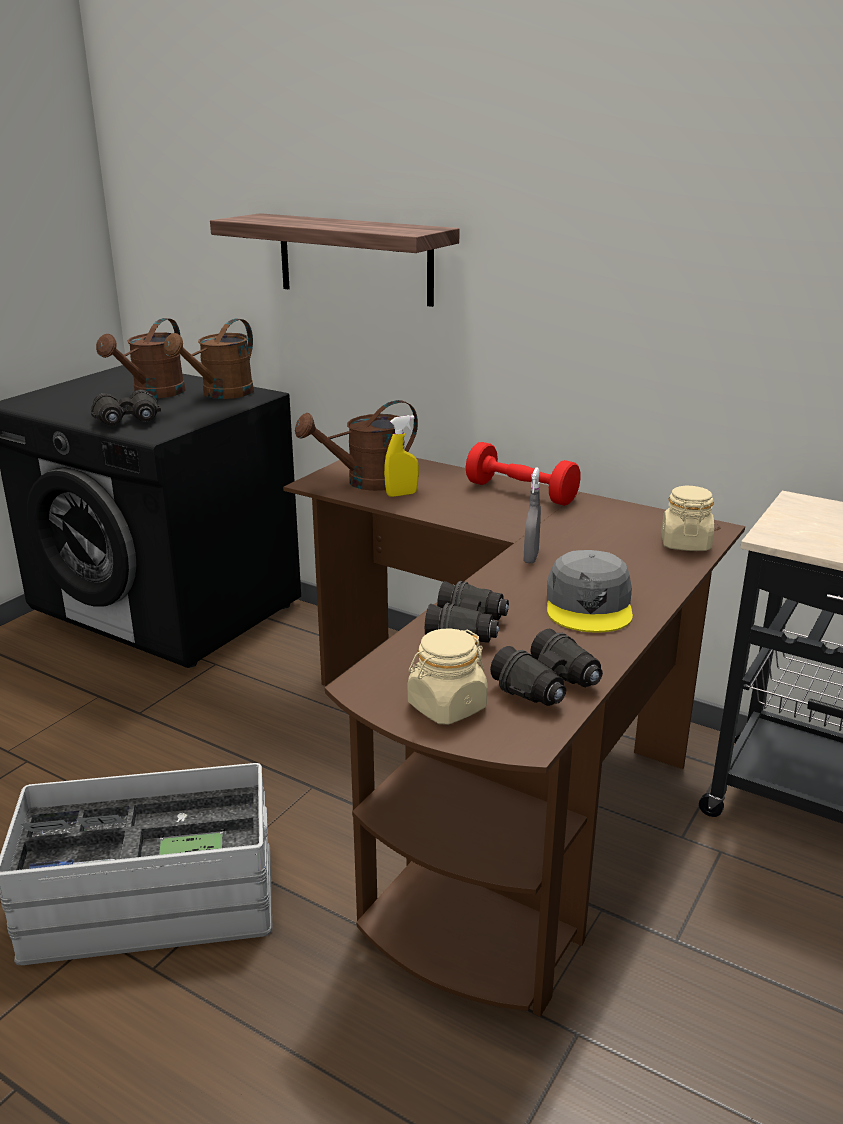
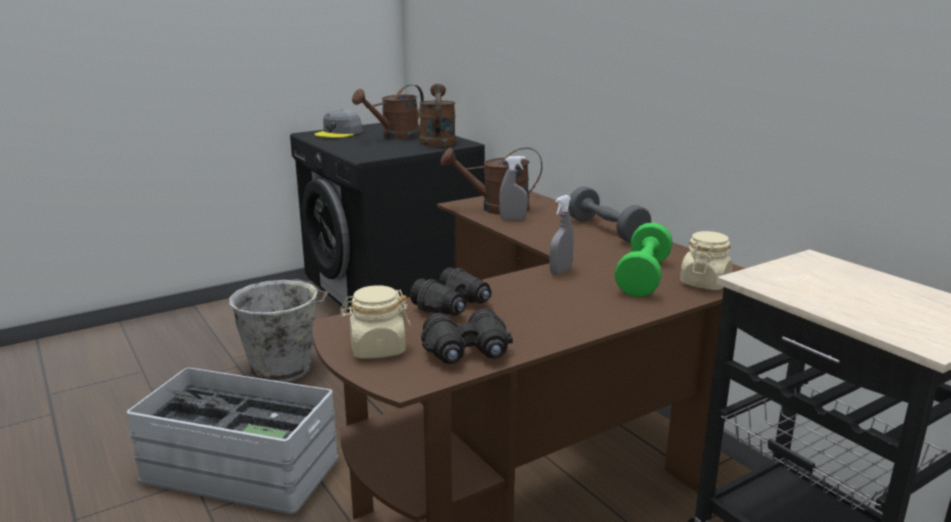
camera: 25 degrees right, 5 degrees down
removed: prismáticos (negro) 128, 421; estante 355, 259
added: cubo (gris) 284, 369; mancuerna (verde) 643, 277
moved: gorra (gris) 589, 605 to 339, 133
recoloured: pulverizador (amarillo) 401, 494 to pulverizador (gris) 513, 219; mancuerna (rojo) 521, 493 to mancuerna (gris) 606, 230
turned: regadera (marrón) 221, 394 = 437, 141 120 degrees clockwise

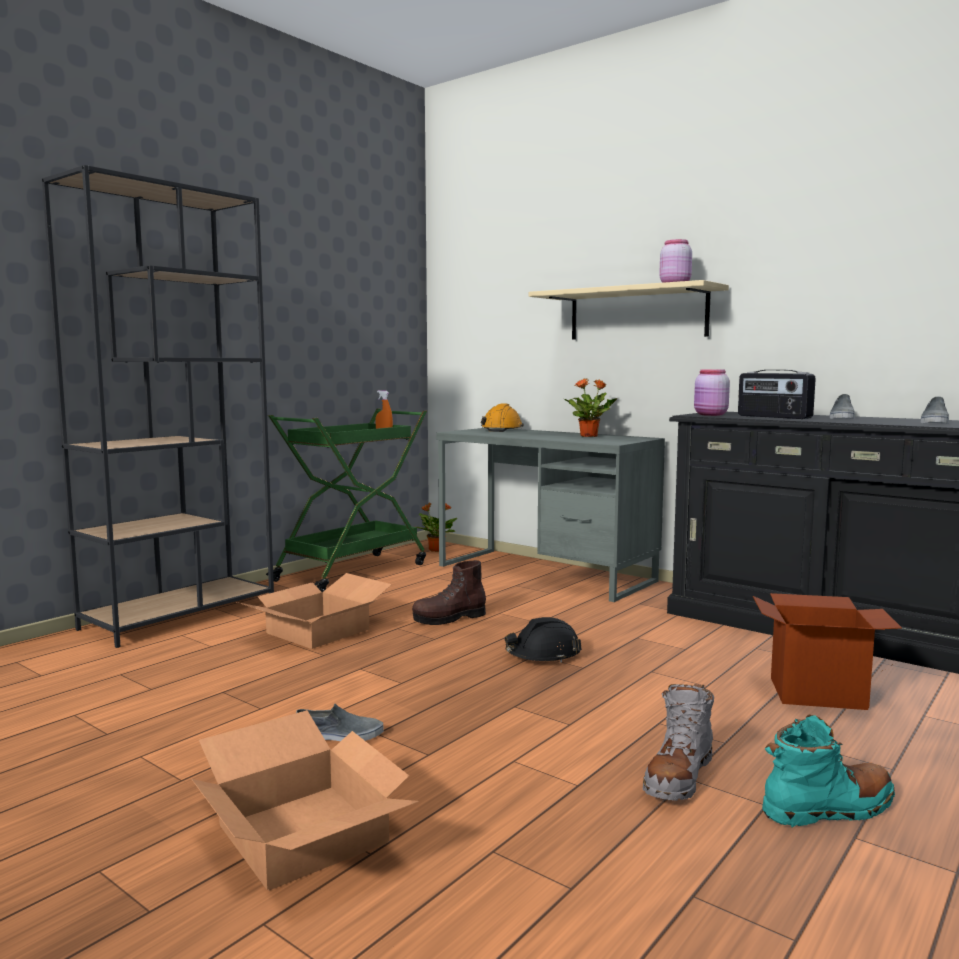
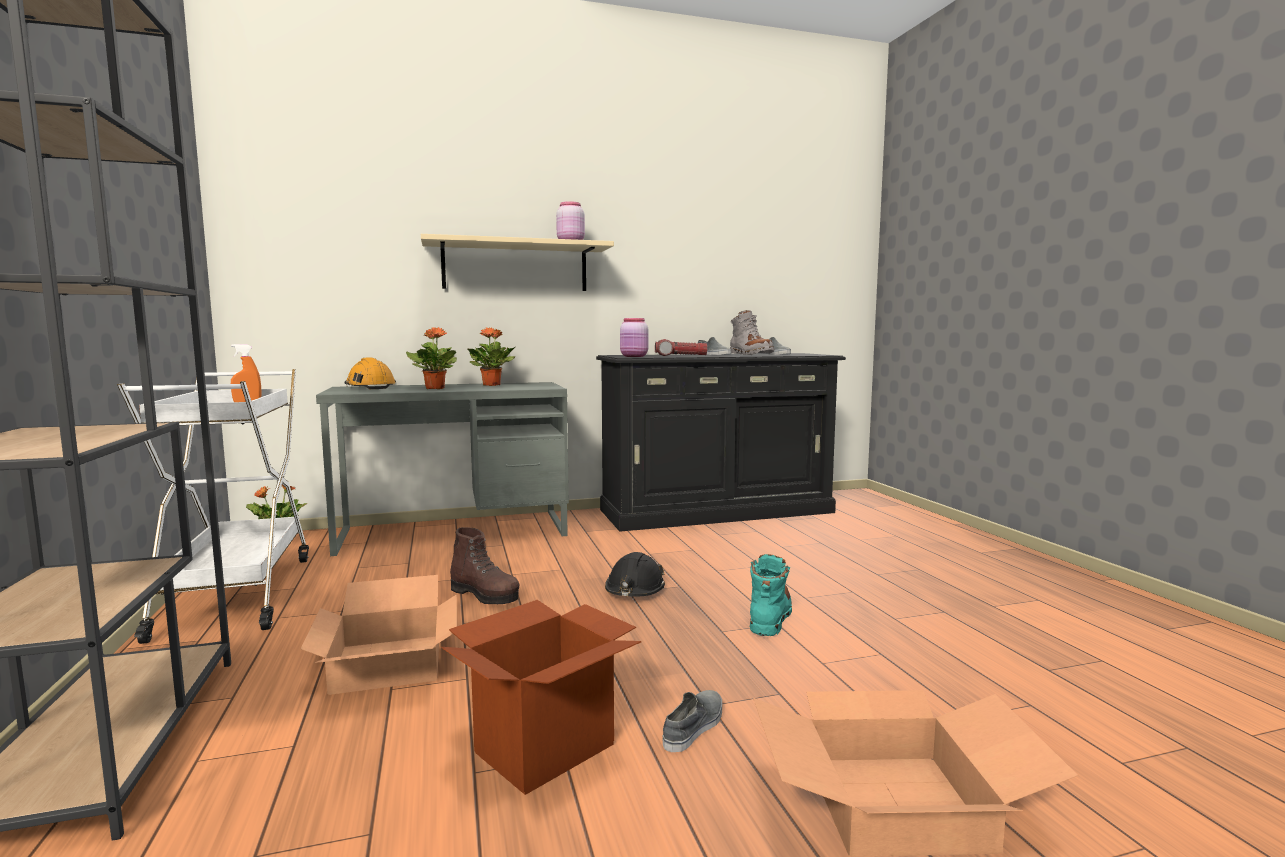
camera: 55 degrees left, 0 degrees up
added: planta en maceta 435, 388
moved: bota (gris) 678, 777 to 750, 354; caja de cartón 818, 693 to 545, 748; bota (turquesa) 829, 808 to 770, 616
replaced: radio 773, 417 to linterna 680, 356
recoloured: carrito (verde) 352, 572 to carrito (blanco) 239, 594
turned: bota (marrón) 449, 618 = 485, 595 60 degrees counterclockwise

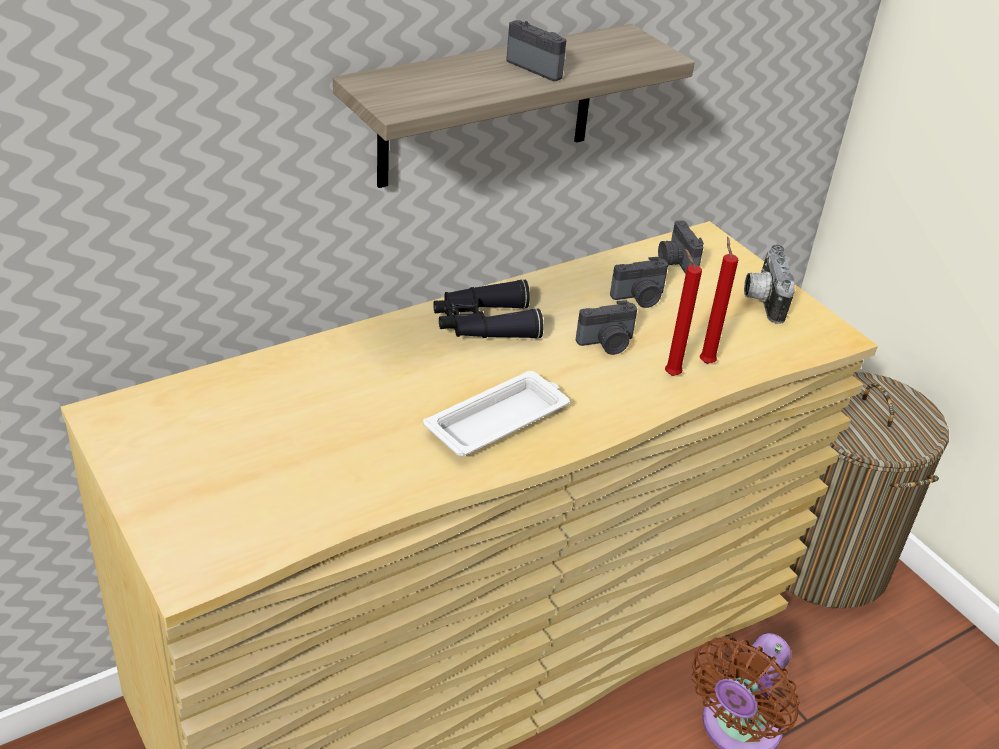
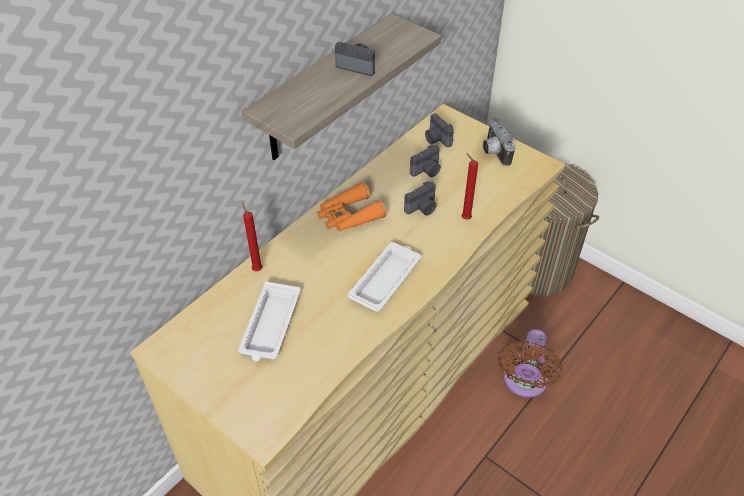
camera: 15 degrees left, 10 degrees up
added: bandeja (blanco) 270, 325
moved: vela (rojo) 705, 361 to 256, 269
recoloured: prismáticos (negro) 484, 324 to prismáticos (naranja) 348, 216

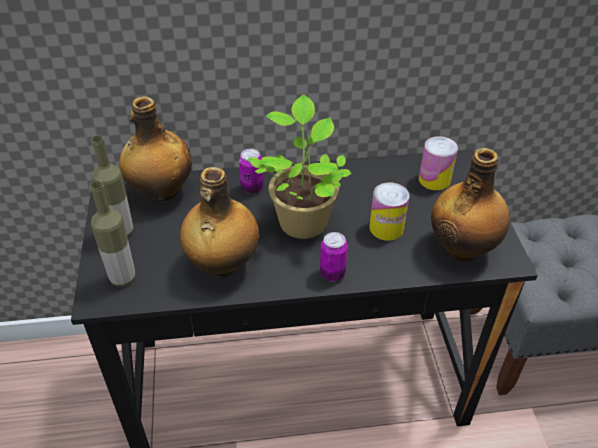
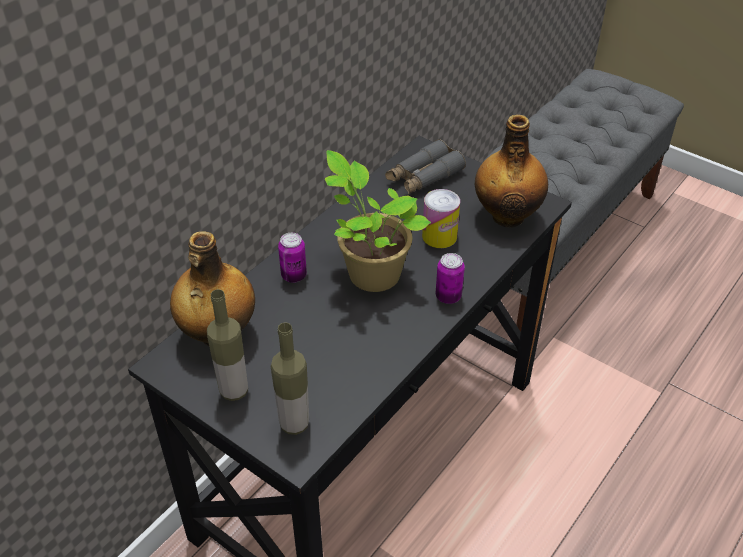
camera: 45 degrees left, 0 degrees up
removed: botella 222, 265
replaced: lata 434, 180 to prismáticos (gris) 424, 176

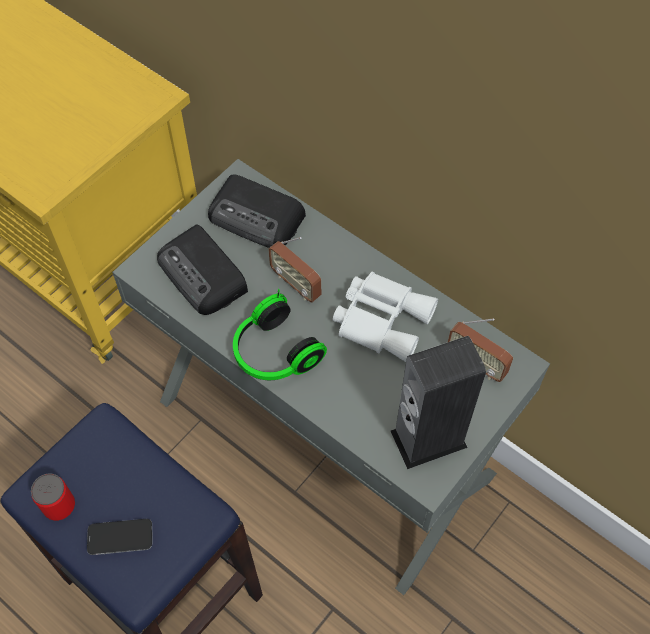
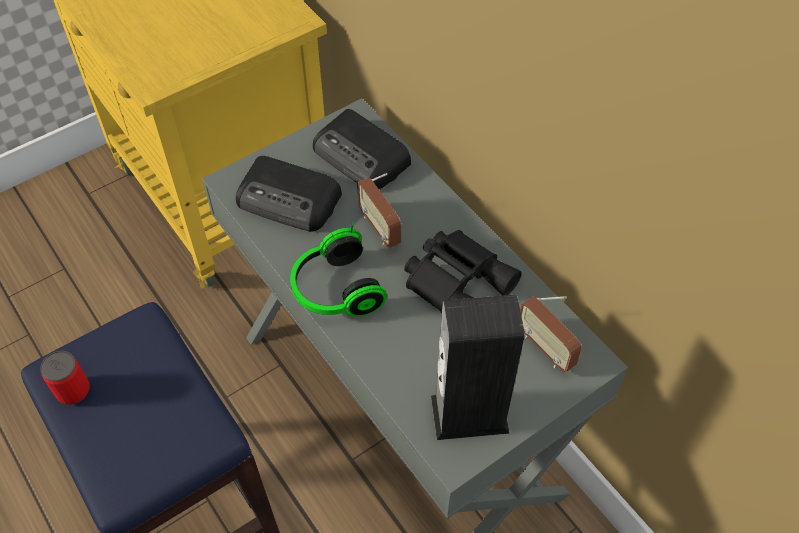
camera: 15 degrees right, 5 degrees down
removed: móvil 120, 537
recoloured: prismáticos (blanco) 382, 318 to prismáticos (negro) 458, 281
turned: radio 203, 275 = 290, 200 45 degrees counterclockwise

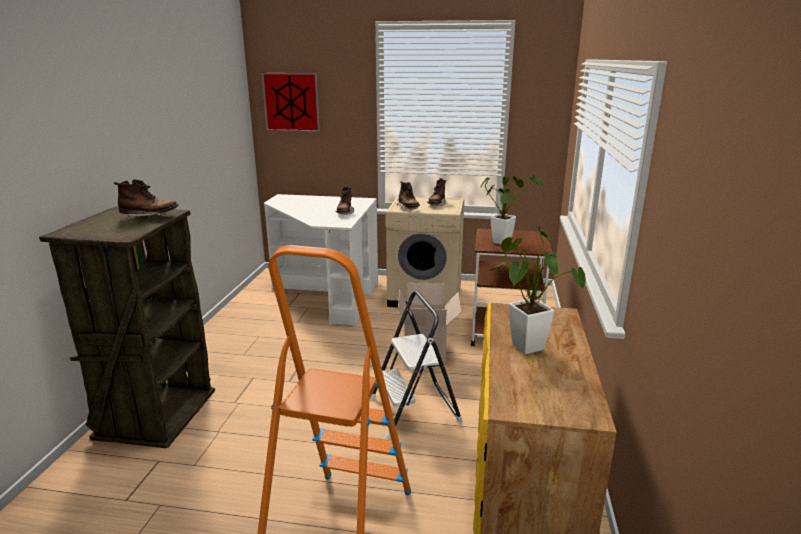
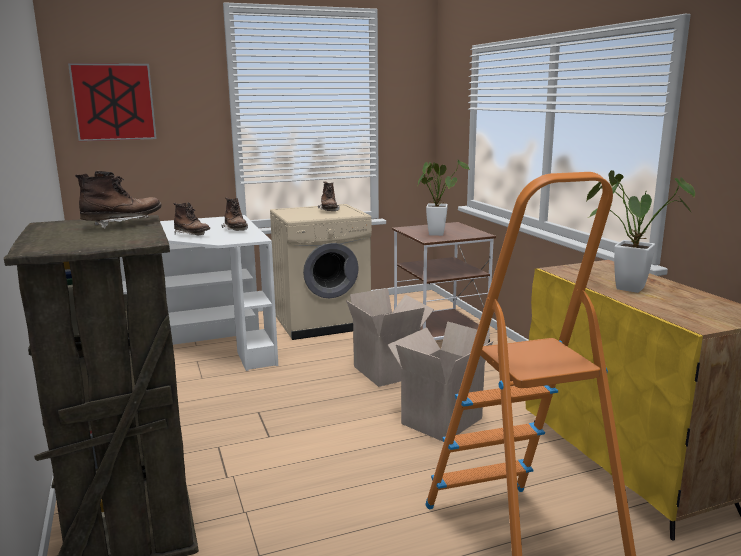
camera: 30 degrees left, 5 degrees down
moved: bota (marrón) 408, 208 to 192, 235
replaced: escalera de tijera (blanco) 418, 409 to caja de cartón 440, 419

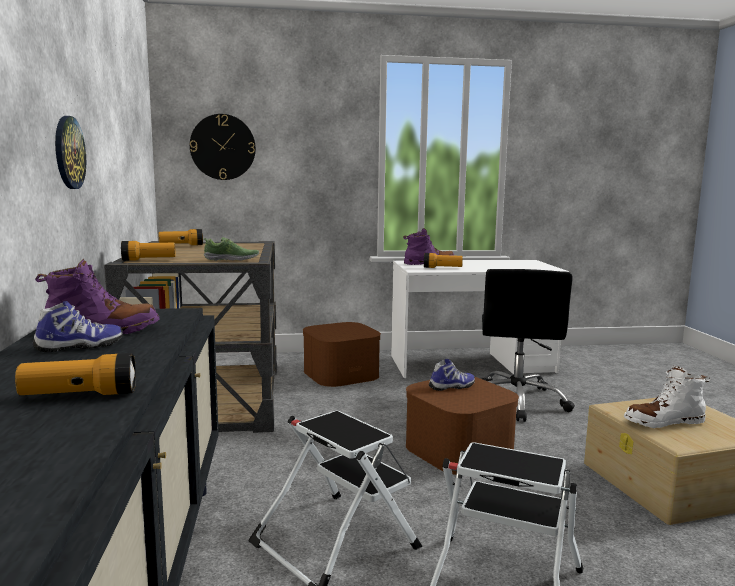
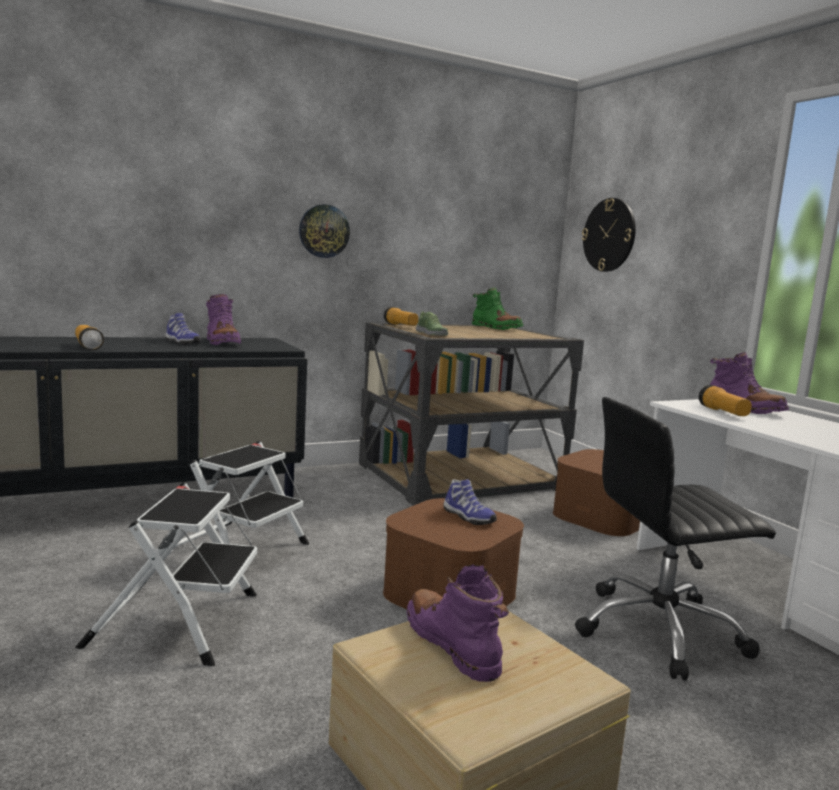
camera: 70 degrees right, 0 degrees up
replaced: linterna 181, 245 to bota (verde) 496, 328
recoloured: bota (blanco) 663, 422 to bota (morado) 452, 645

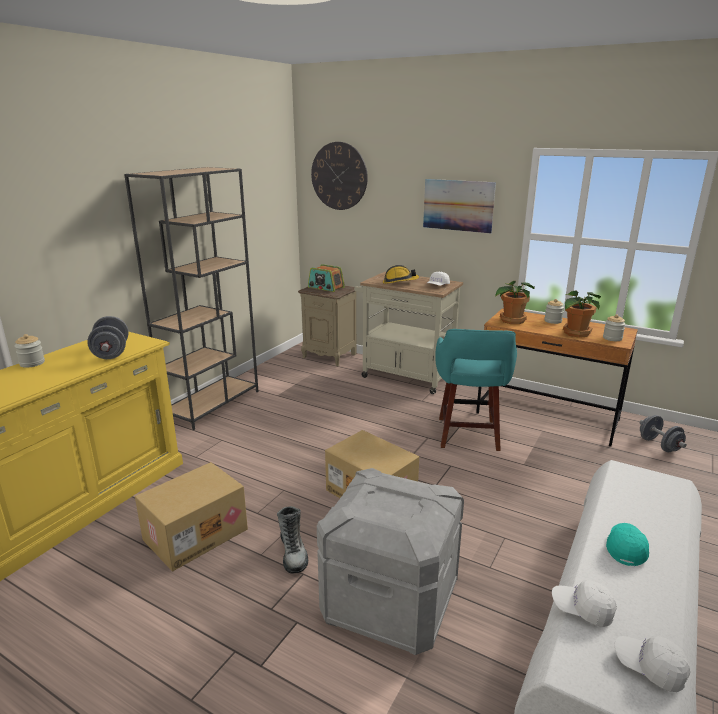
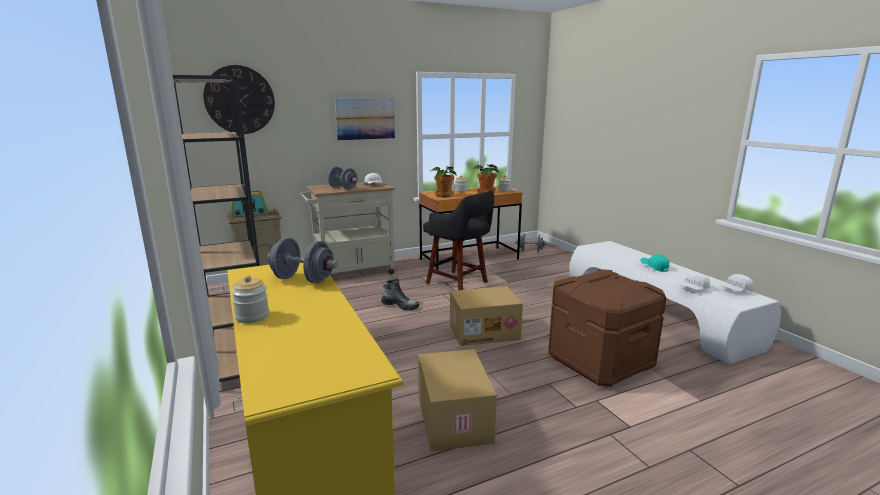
camera: 55 degrees left, 5 degrees down
moved: bota 293, 553 to 400, 306
replaced: casco 399, 282 to mancuerna (gris) 343, 188
recoloured: caja de almacenaje (gris) 389, 602 to caja de almacenaje (marrón) 599, 362; taburete (turquesa) 467, 436 to taburete (negro) 458, 283

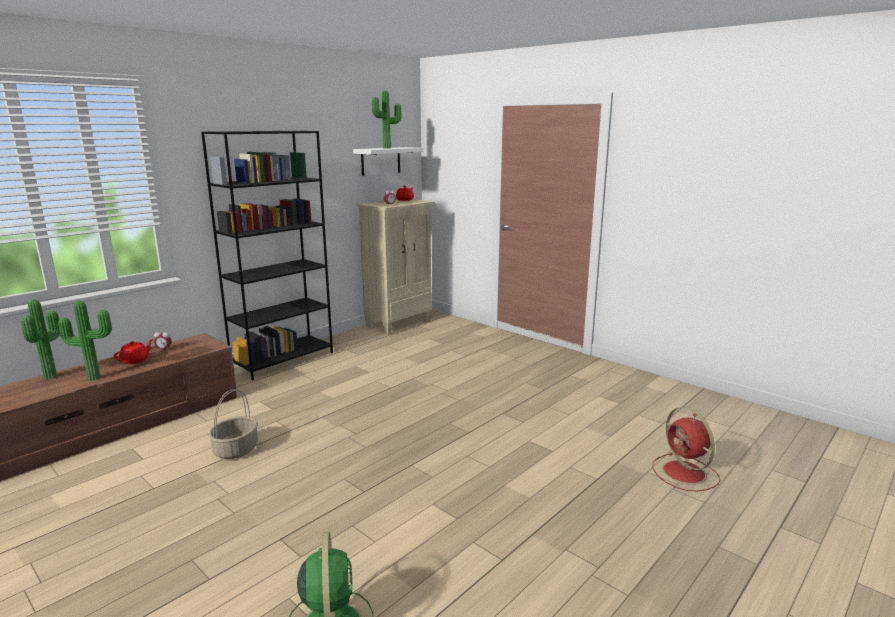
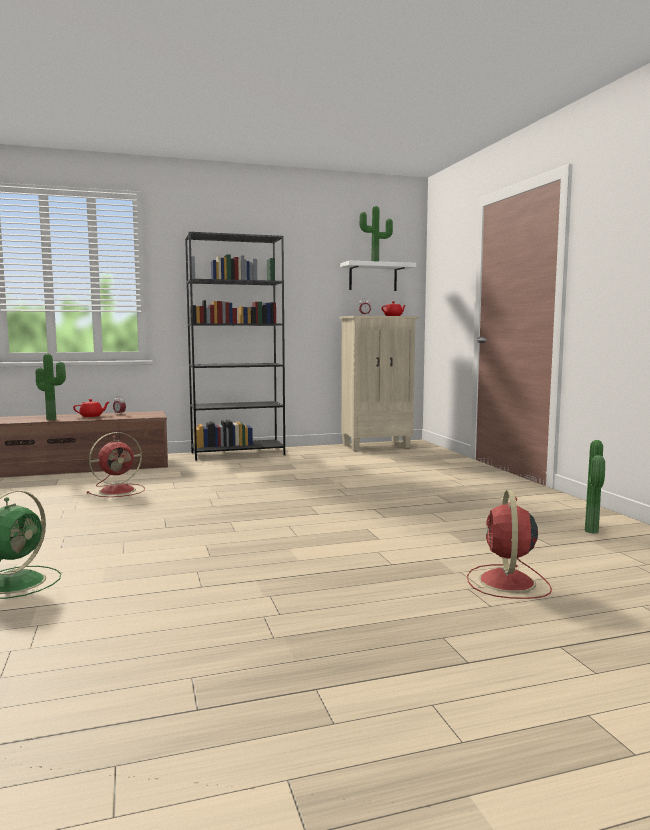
camera: 30 degrees right, 10 degrees down
moved: planta en maceta 53, 376 to 594, 531
replaced: cesta 236, 449 to ventilador (rojo) 119, 490

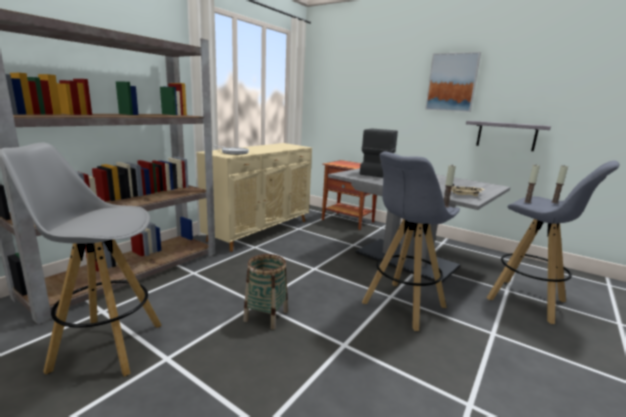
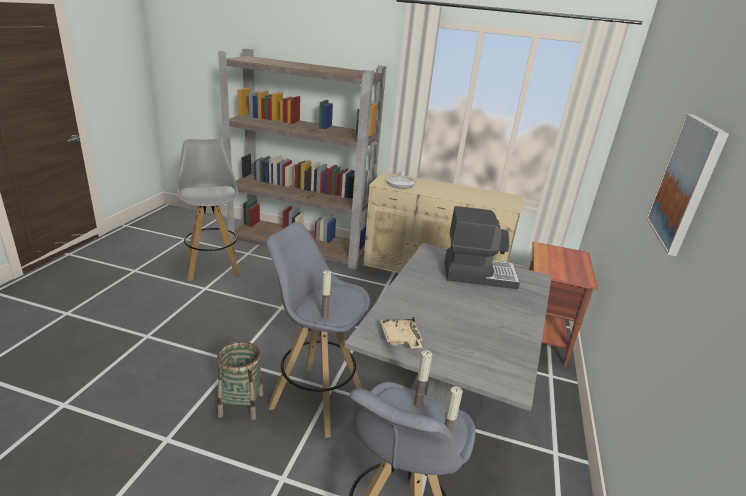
camera: 70 degrees right, 10 degrees up
removed: estante (gris) 506, 135
moved: cesta 266, 316 to 241, 404

